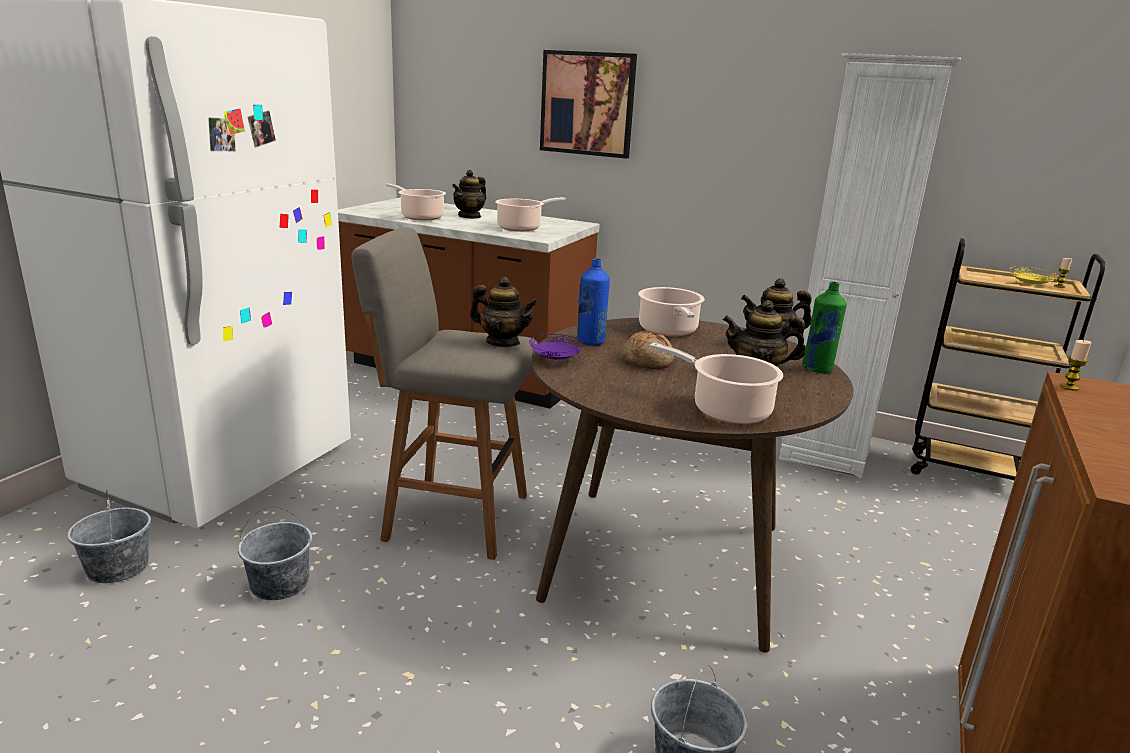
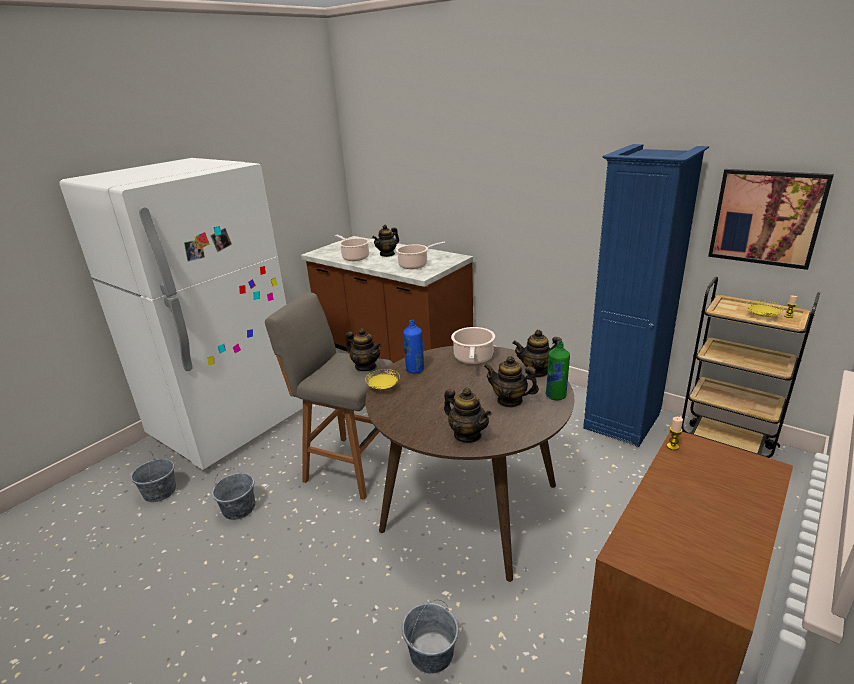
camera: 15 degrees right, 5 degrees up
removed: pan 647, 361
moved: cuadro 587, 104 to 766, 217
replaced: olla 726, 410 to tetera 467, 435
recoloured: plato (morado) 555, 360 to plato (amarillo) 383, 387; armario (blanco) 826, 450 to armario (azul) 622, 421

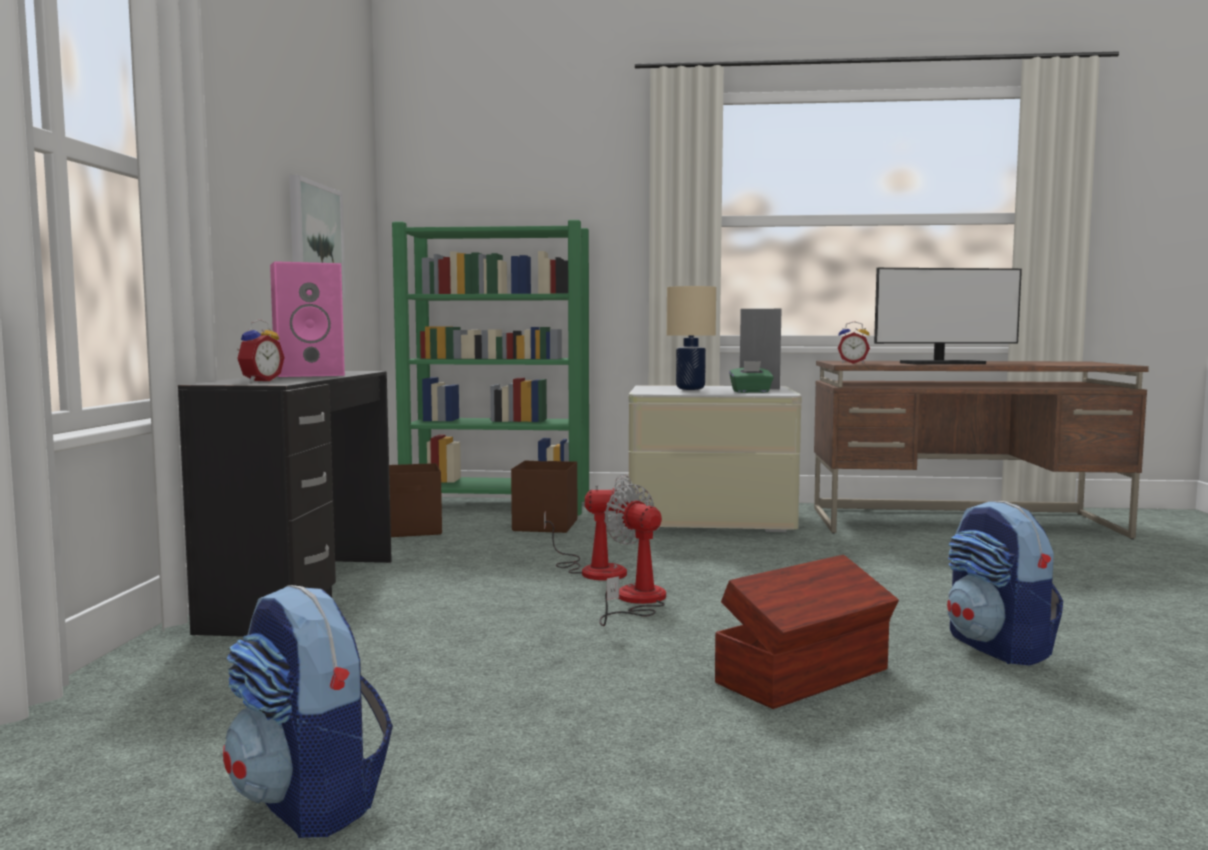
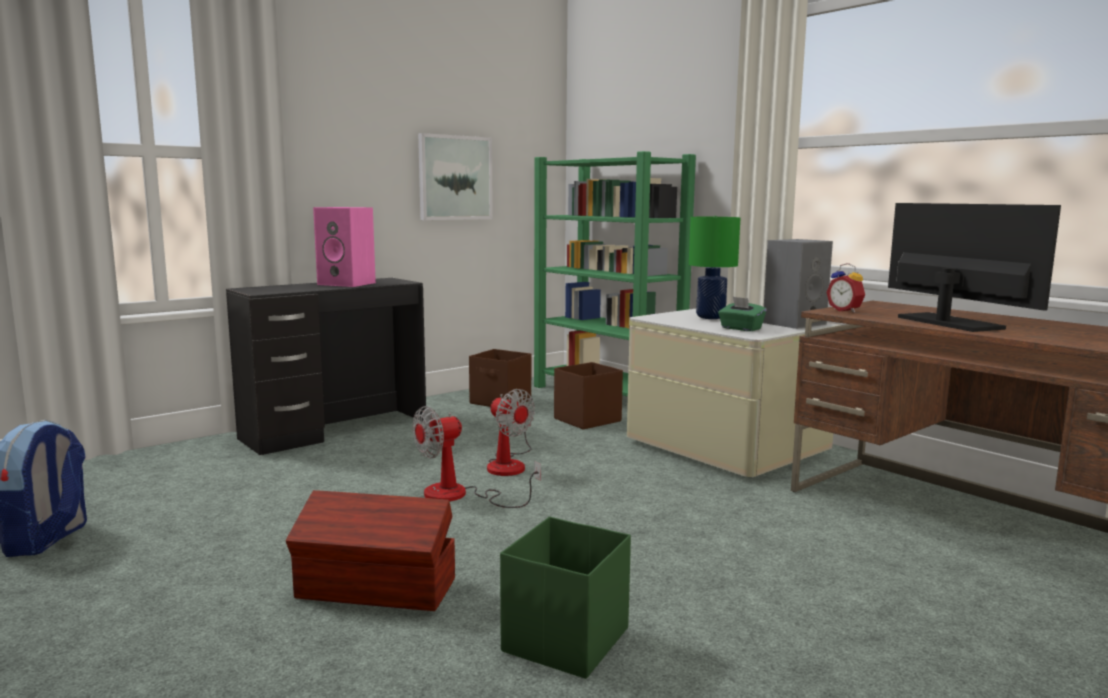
camera: 45 degrees right, 5 degrees up
removed: despertador 259, 381
replaced: mochila 998, 648 to caja de almacenaje (verde) 564, 641
recoloured: lámpara de mesa (beis) 690, 389 to lámpara de mesa (verde) 710, 318
turned: ventilador 636, 601 = 460, 496 135 degrees counterclockwise; monitor 942, 363 = 949, 323 150 degrees counterclockwise

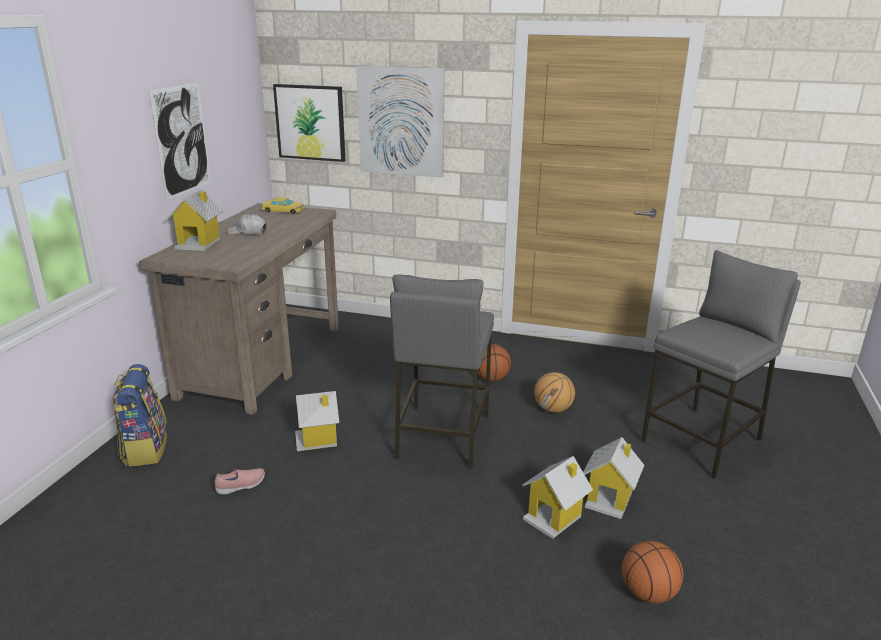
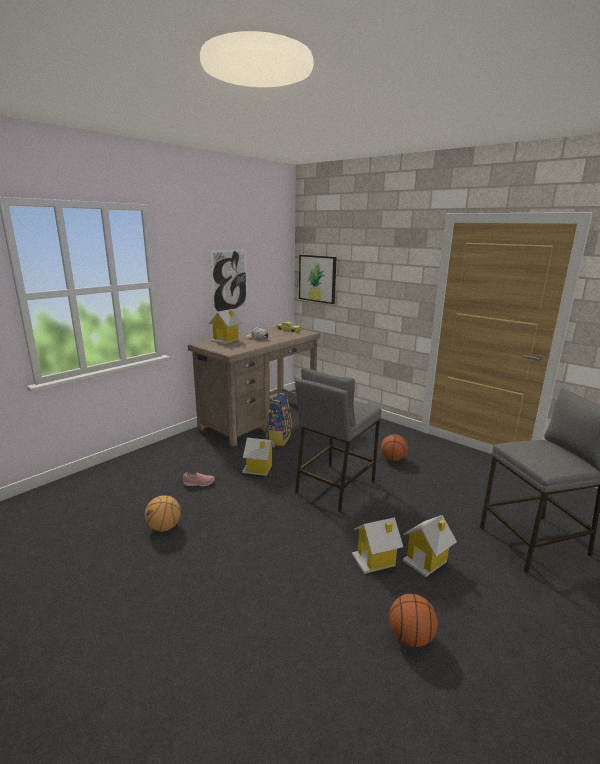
camera: 25 degrees right, 5 degrees down
removed: cuadro 401, 122
moved: mochila 145, 449 to 278, 438; balón de baloncesto 553, 409 to 164, 527

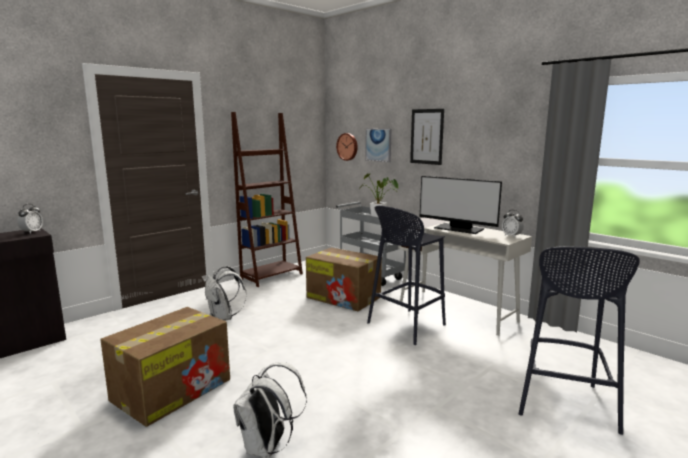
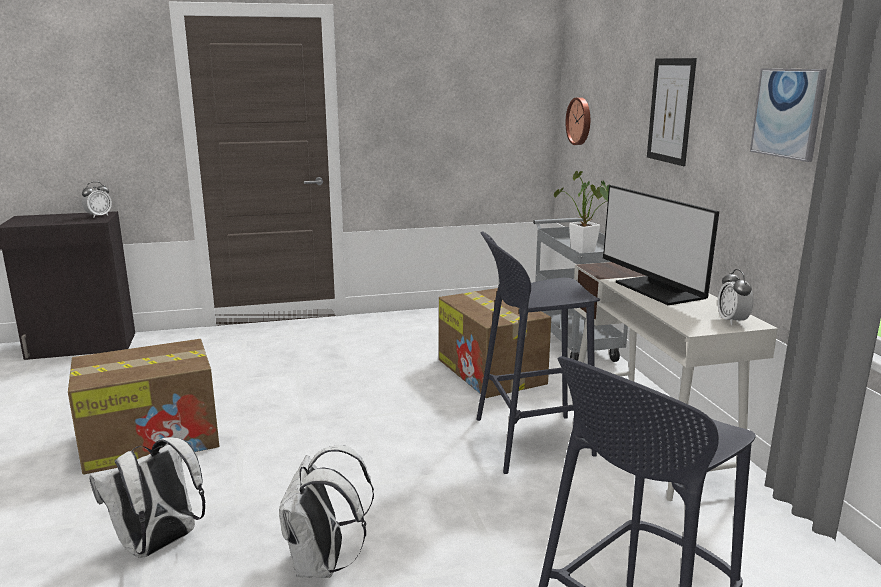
camera: 30 degrees right, 5 degrees up
removed: estantería (marrón) 271, 276
moved: mochila (blanco) 223, 318 to 323, 564; cuadro 378, 145 to 788, 113

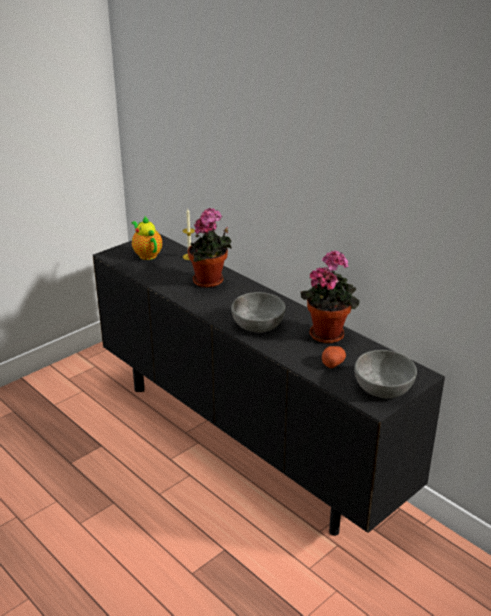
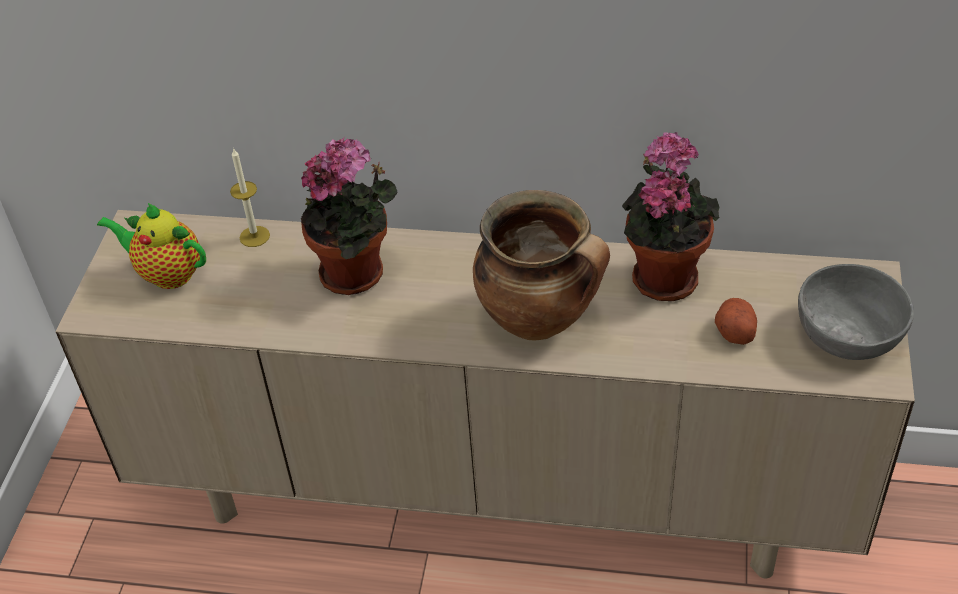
camera: 35 degrees left, 15 degrees up
replaced: cuenco (gris) 258, 324 to olla 540, 320
recoloured: armario (negro) 247, 438 to armario (beis) 494, 495

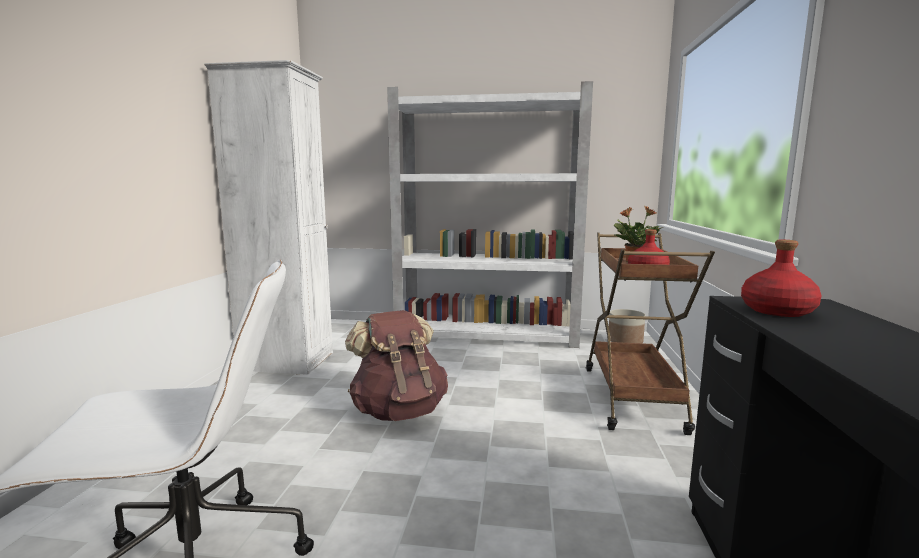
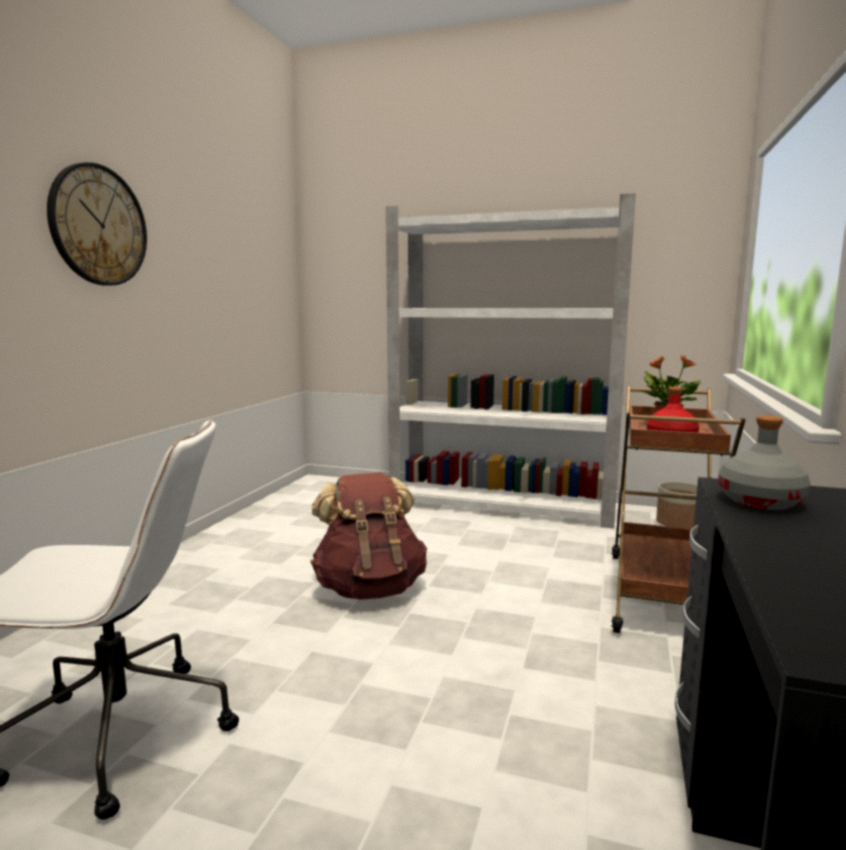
camera: 10 degrees right, 0 degrees up
removed: armario (blanco) 288, 361
added: reloj de pared 98, 225
recoloured: botella (rojo) 778, 311 to botella (gris) 761, 501

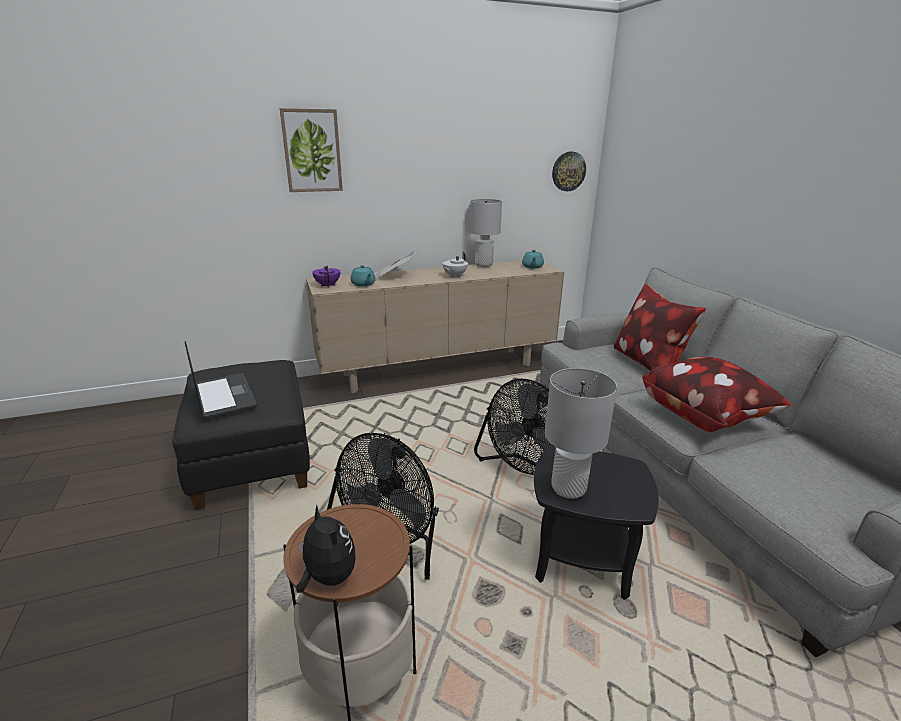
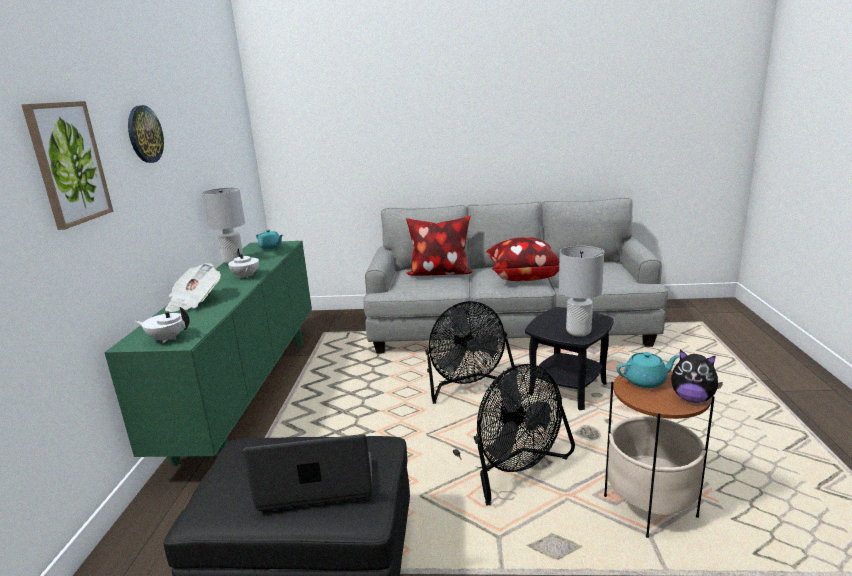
camera: 65 degrees left, 5 degrees down
moved: tetera (turquesa) 363, 284 to 646, 381; reloj de pared 568, 171 to 144, 134
recoloured: armario (beis) 439, 369 to armario (verde) 248, 393; tetera (morado) 328, 285 to tetera (blanco) 167, 339
turned: peluche 328, 577 = 692, 398 135 degrees counterclockwise

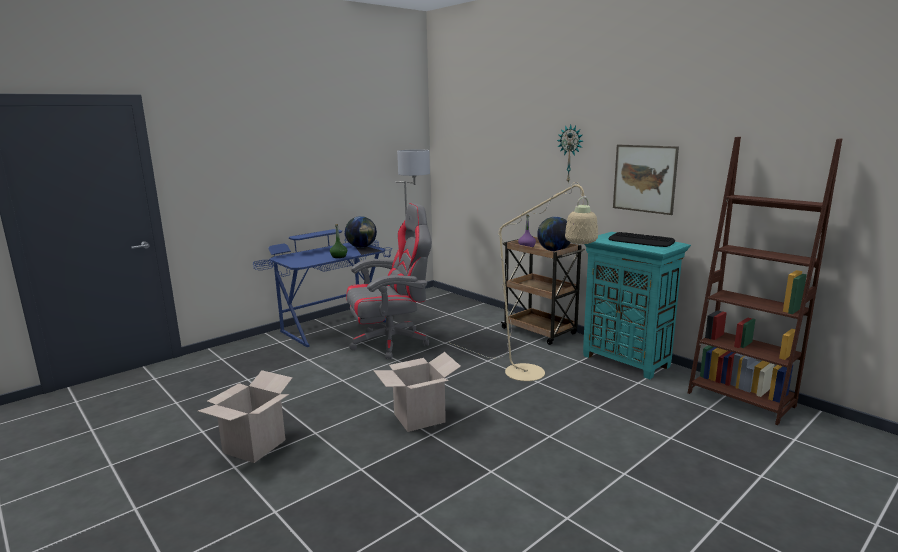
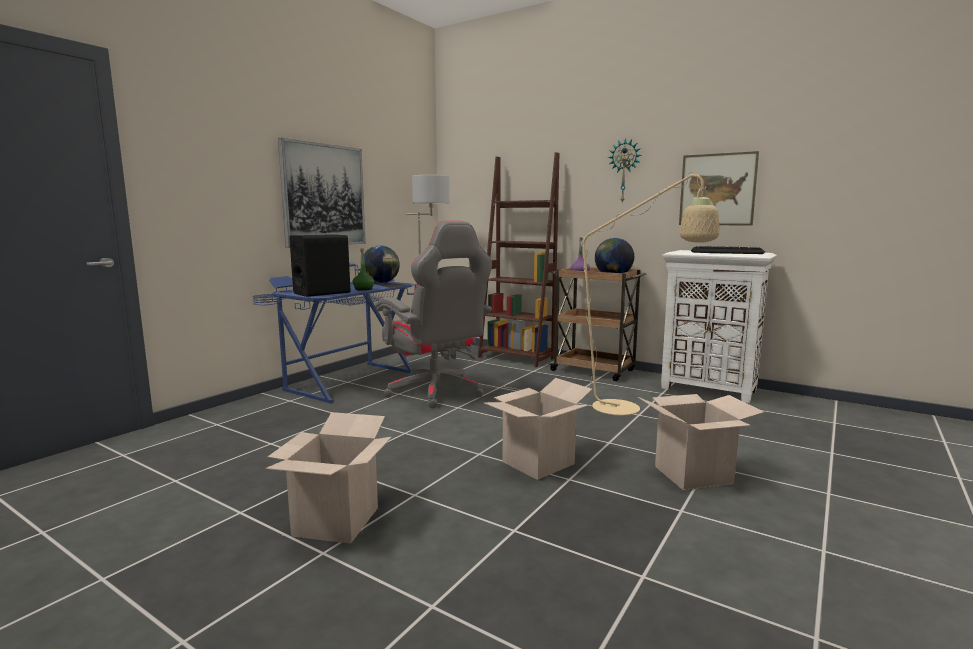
camera: 15 degrees left, 5 degrees down
added: cuadro 324, 195; altavoz (negro) 322, 293; caja de cartón 693, 475
moved: estantería (marrón) 740, 399 to 516, 358
recoloured: armario (turquesa) 627, 361 to armario (blanco) 709, 389
turned: silla de oficina (gris) 390, 343 = 434, 392 90 degrees clockwise

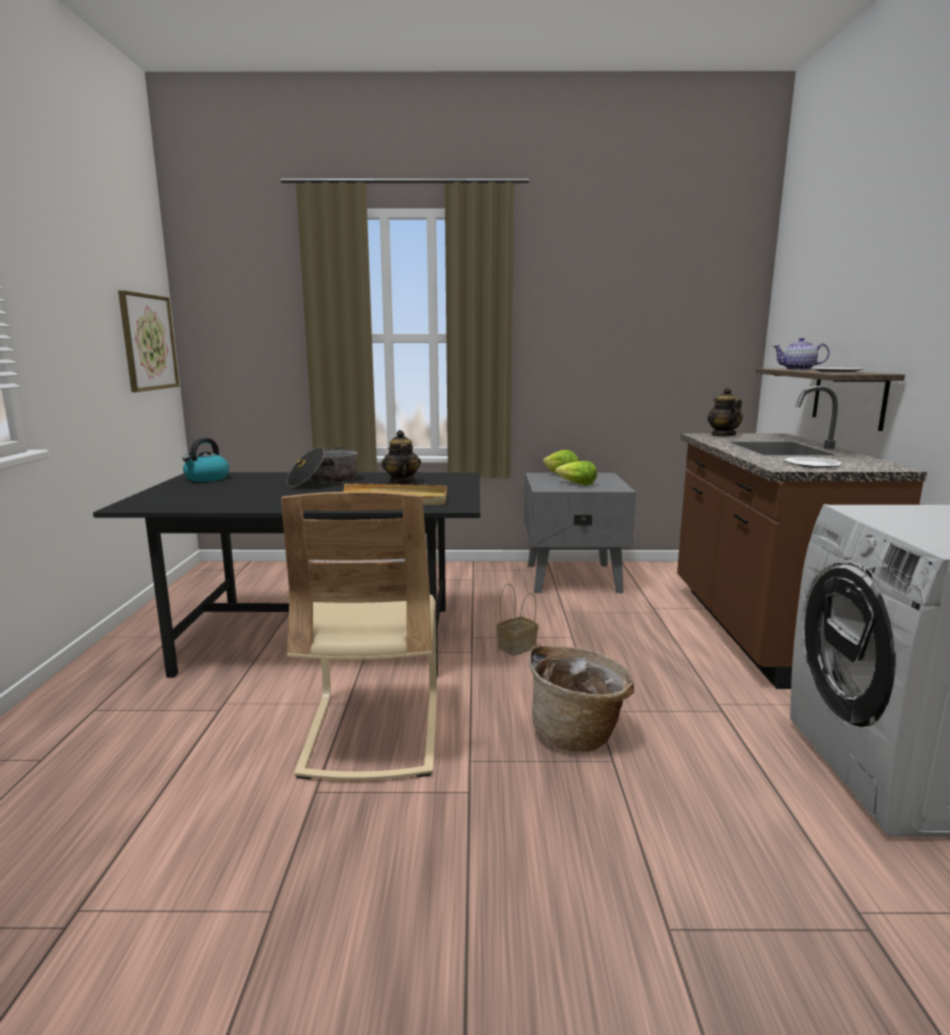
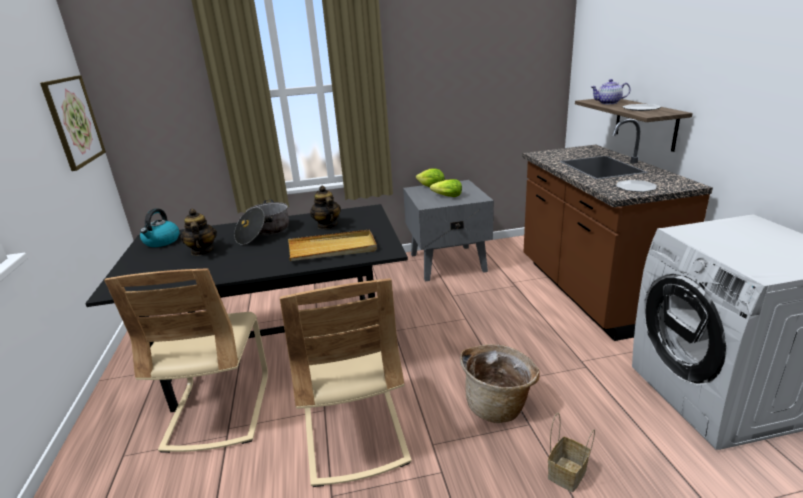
camera: 10 degrees left, 10 degrees up
added: silla (beis) 218, 410
moved: cesta 516, 648 to 567, 475; tetera 723, 435 to 202, 251

